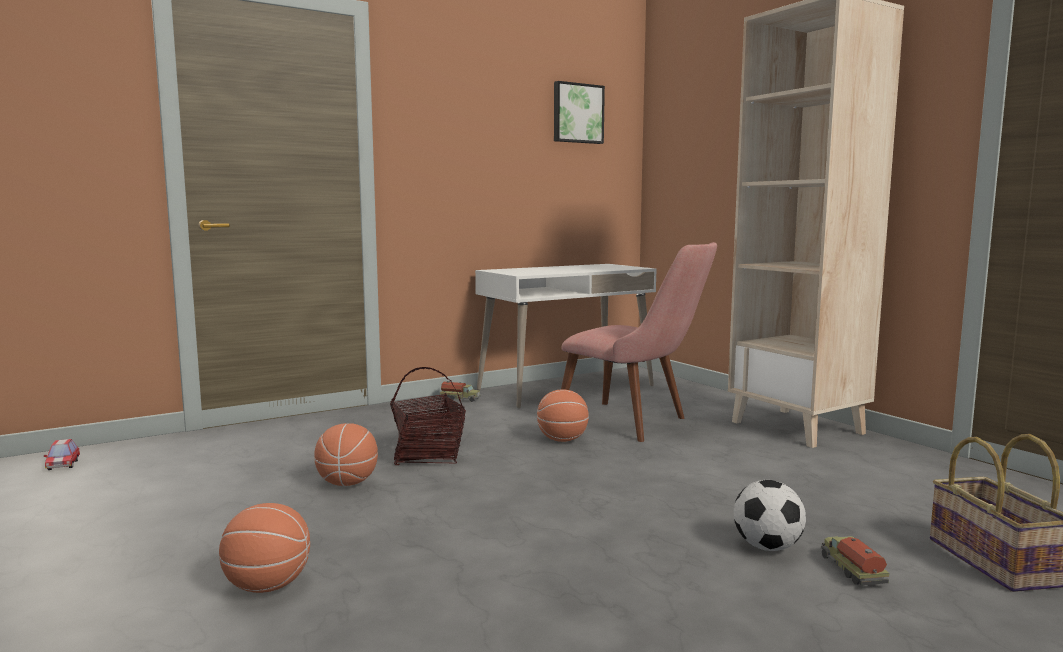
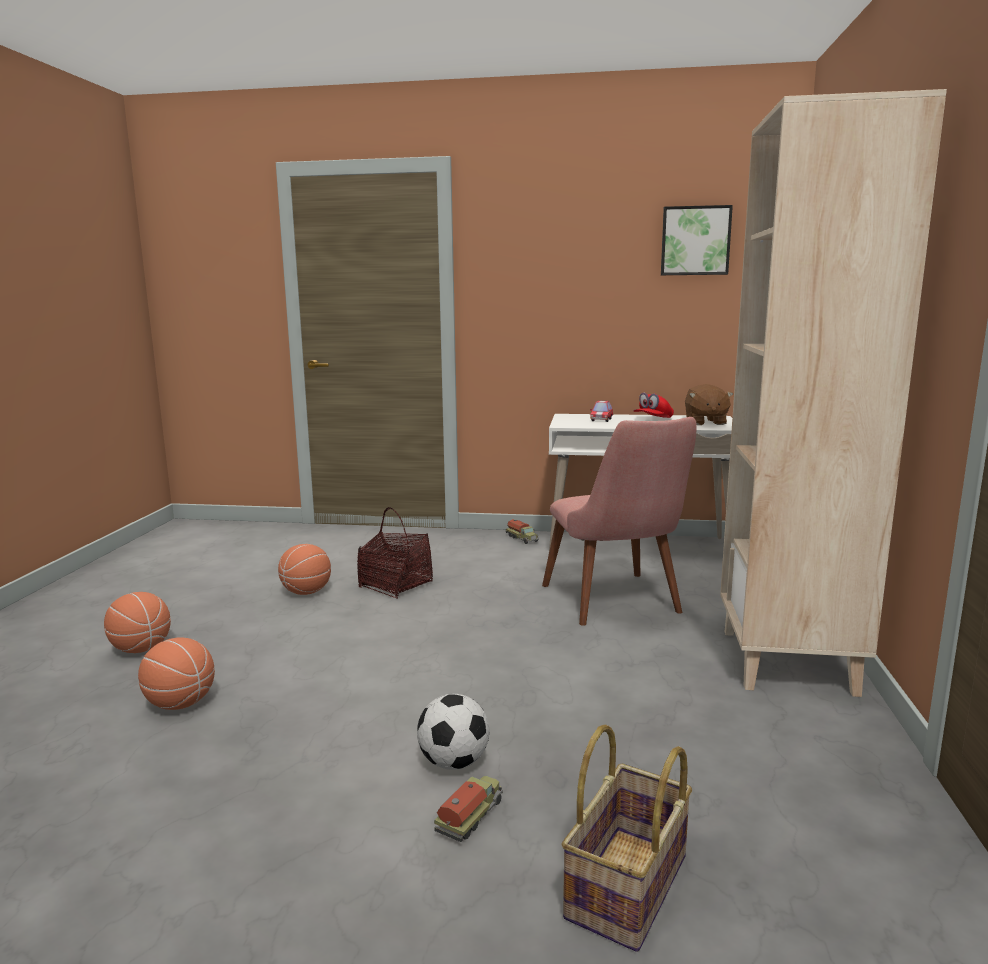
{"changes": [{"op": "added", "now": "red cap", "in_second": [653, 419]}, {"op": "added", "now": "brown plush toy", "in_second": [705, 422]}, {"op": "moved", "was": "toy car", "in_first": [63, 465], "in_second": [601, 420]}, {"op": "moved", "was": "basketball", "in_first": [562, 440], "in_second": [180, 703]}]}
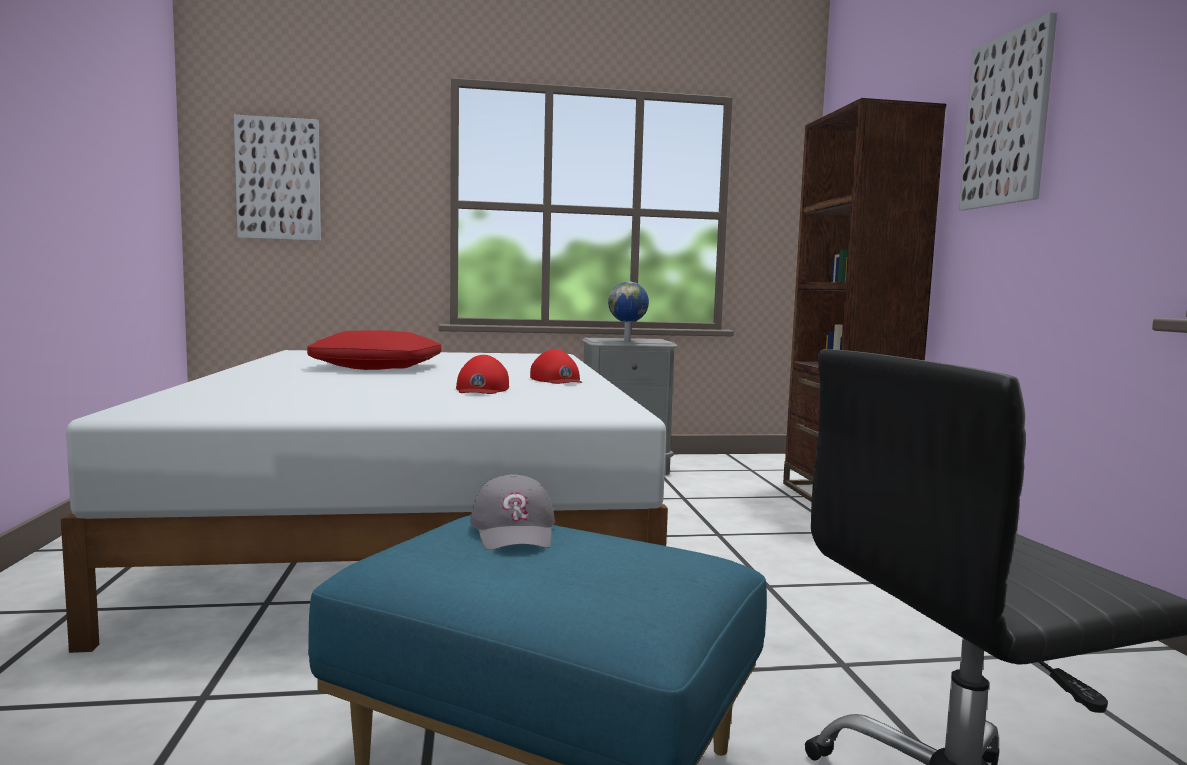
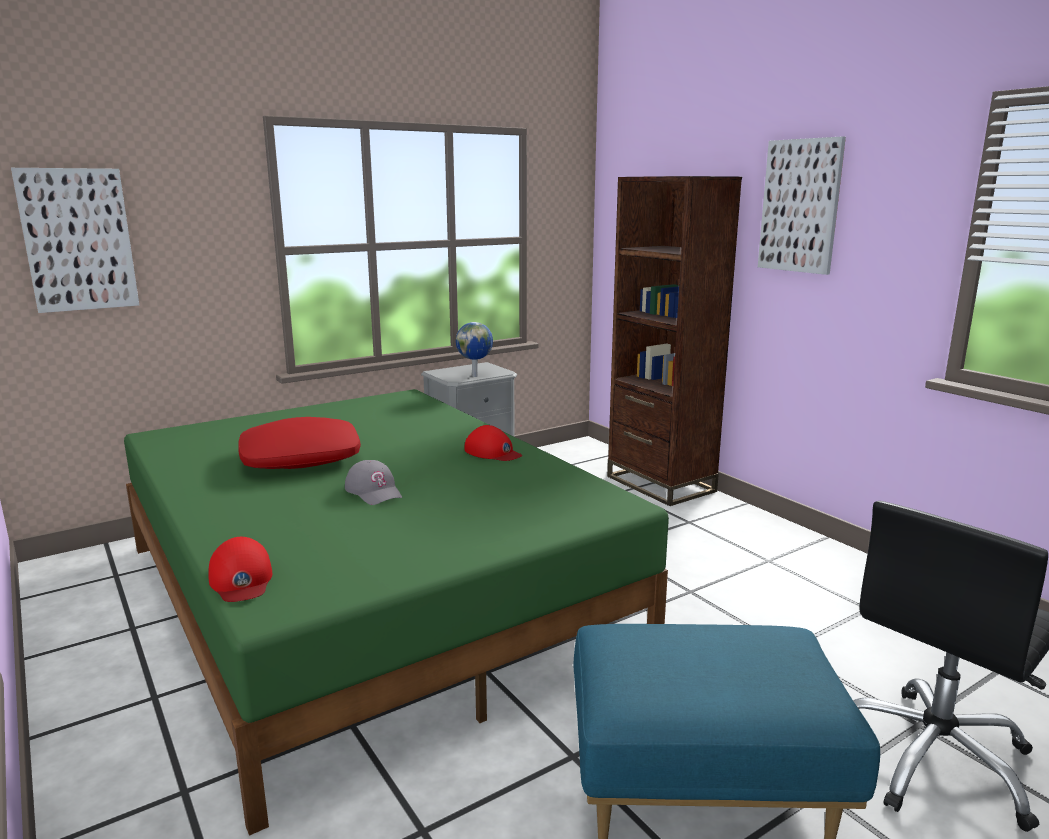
{"changes": [{"op": "moved", "was": "red cap", "in_first": [481, 389], "in_second": [241, 579]}, {"op": "moved", "was": "grey cap", "in_first": [514, 530], "in_second": [374, 491]}, {"op": "recoloured", "was": "white bed", "now": "green bed", "in_first": [416, 521], "in_second": [368, 594]}]}
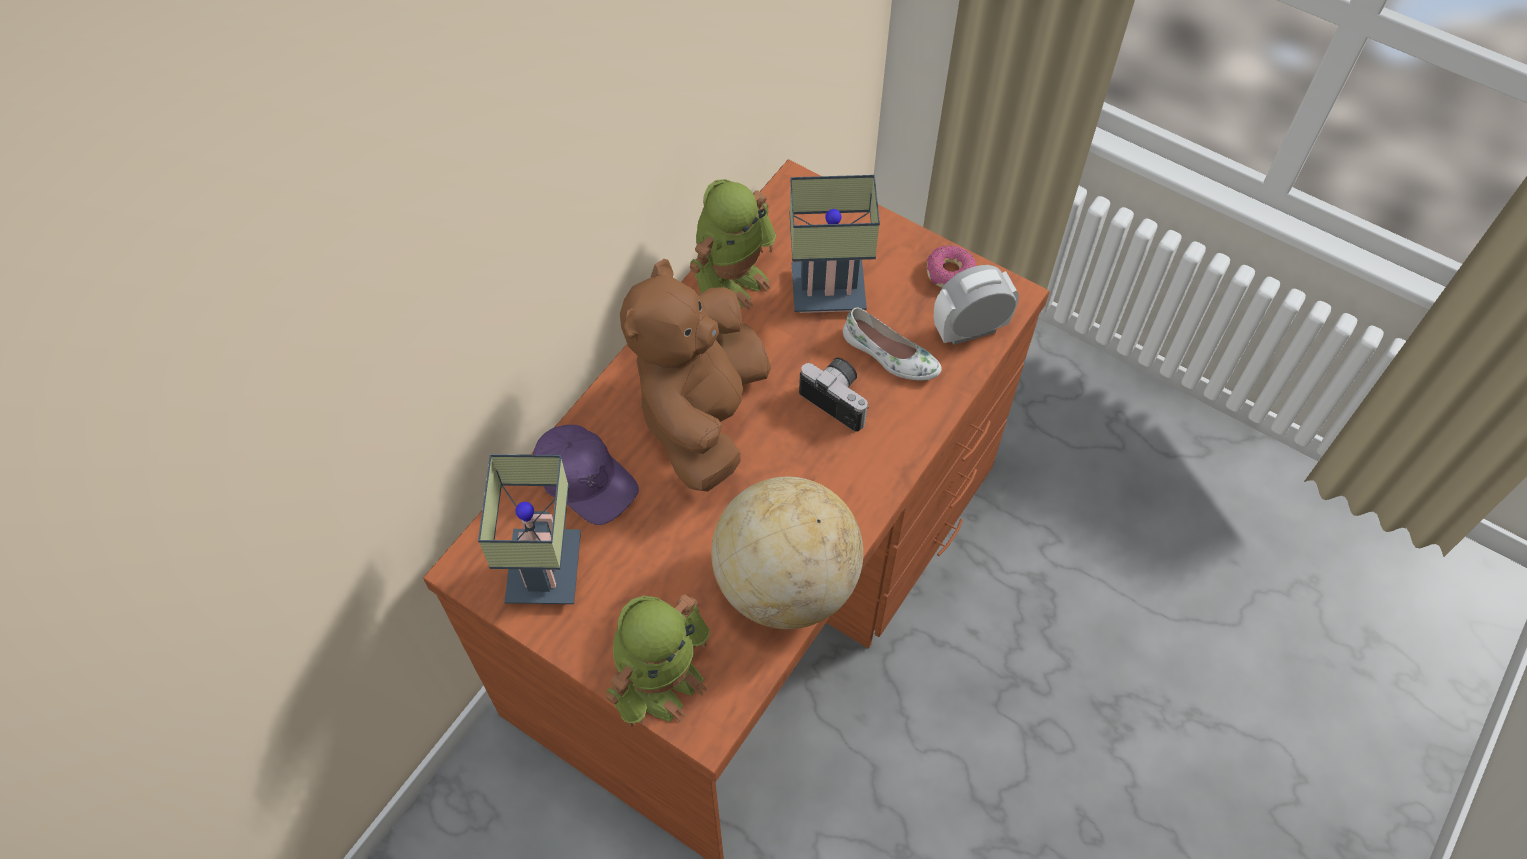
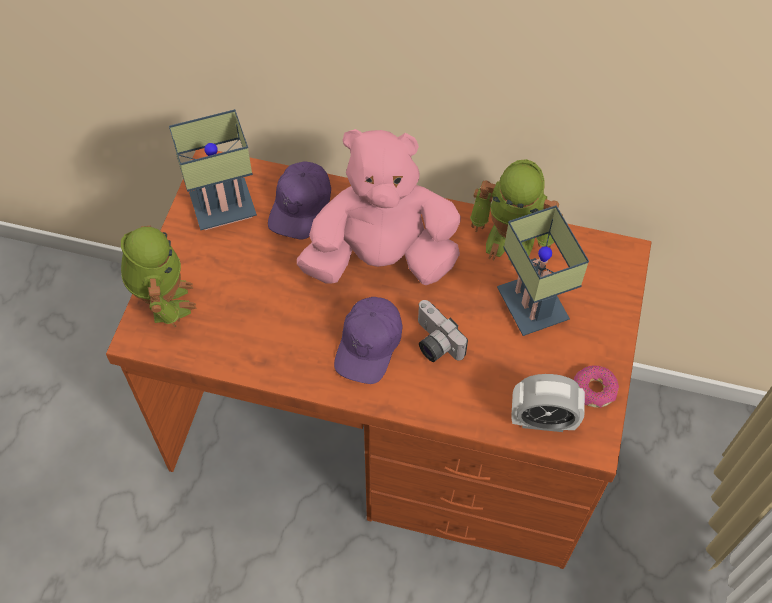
{"changes": [{"op": "removed", "was": "globe", "in_first": [786, 583]}, {"op": "removed", "was": "white shoe", "in_first": [890, 355]}, {"op": "added", "now": "purple cap", "in_second": [369, 345]}, {"op": "recoloured", "was": "brown plush toy", "now": "pink plush toy", "in_first": [702, 415], "in_second": [381, 258]}, {"op": "turned", "was": "toy robot", "in_first": [661, 680], "in_second": [163, 300], "clockwise": -120}, {"op": "turned", "was": "photo camera", "in_first": [839, 398], "in_second": [433, 343], "clockwise": 120}, {"op": "turned", "was": "alarm clock", "in_first": [970, 330], "in_second": [542, 420], "clockwise": 135}]}
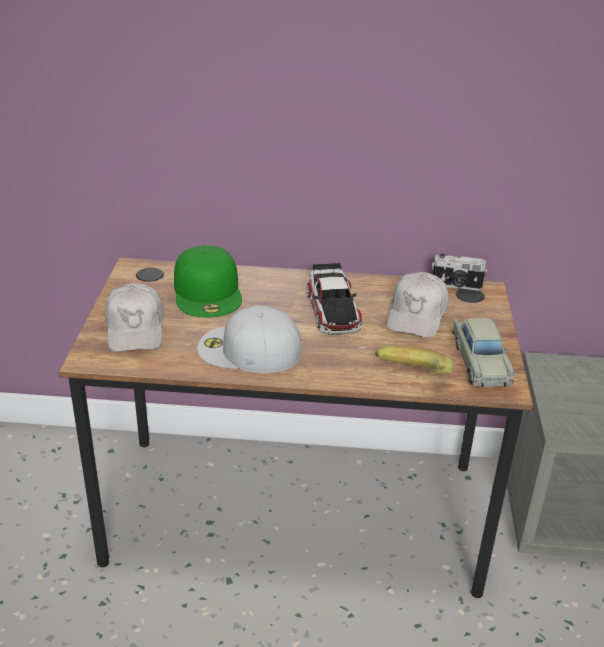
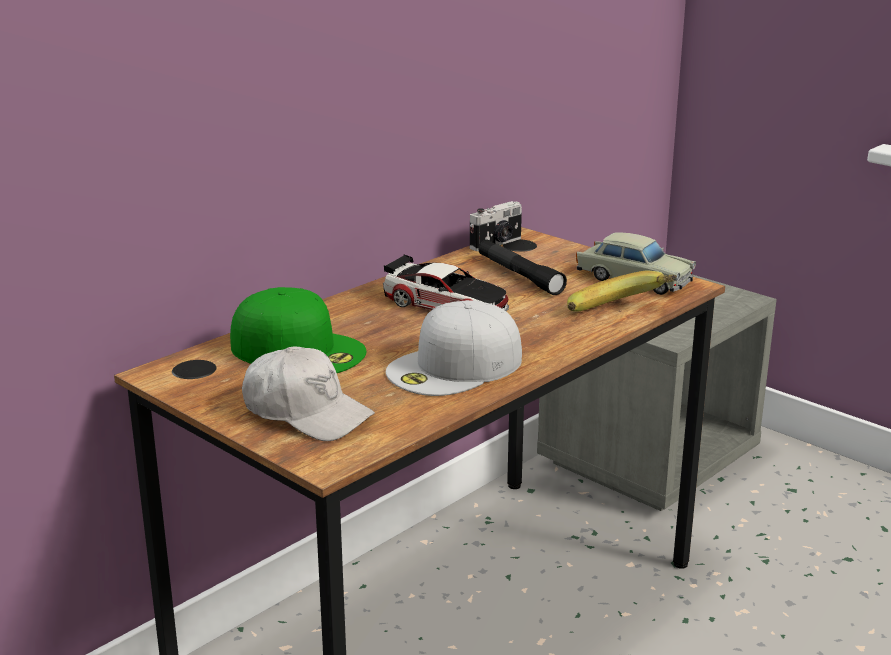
{"changes": [{"op": "replaced", "was": "white cap", "now": "black flashlight", "in_first": [417, 315], "in_second": [519, 275]}]}
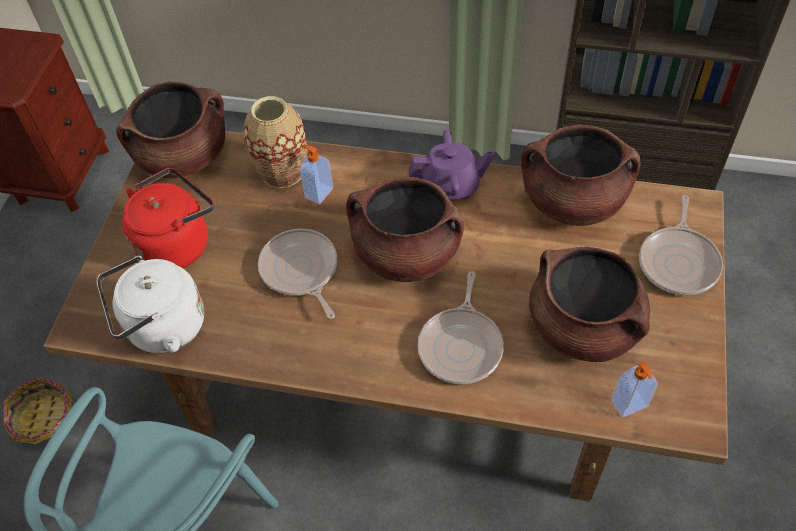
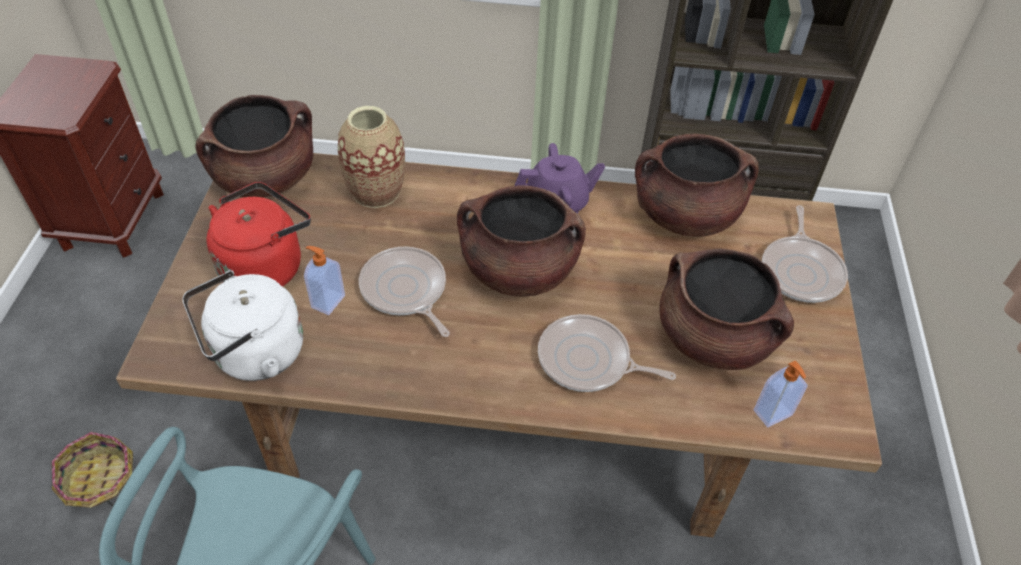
{"changes": [{"op": "moved", "was": "soap dispenser", "in_first": [318, 192], "in_second": [327, 301]}, {"op": "turned", "was": "frying pan", "in_first": [461, 345], "in_second": [588, 361], "clockwise": 105}]}
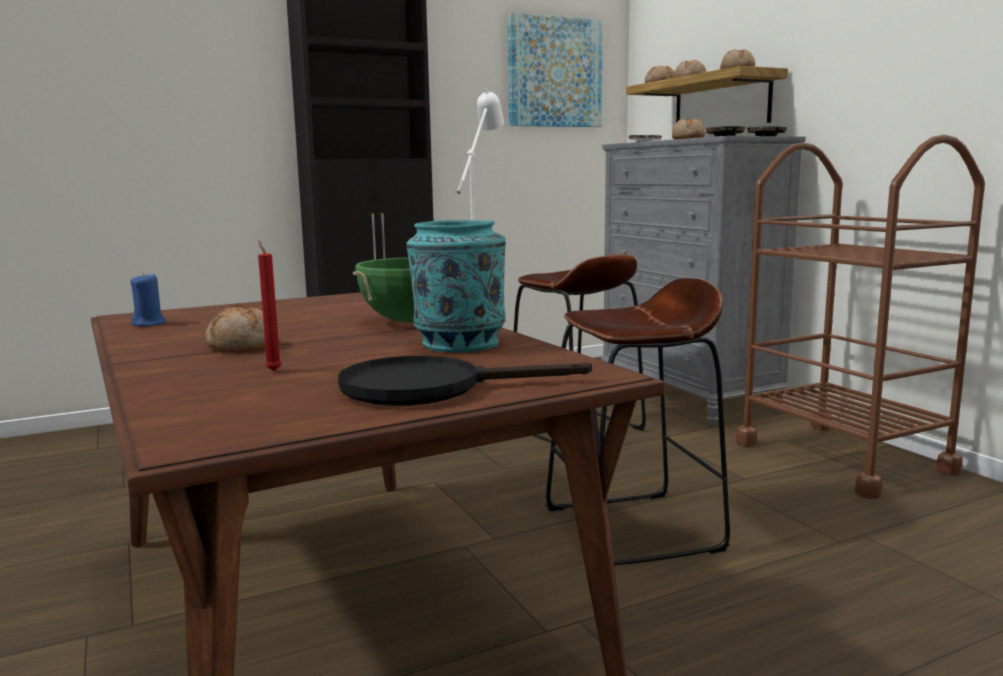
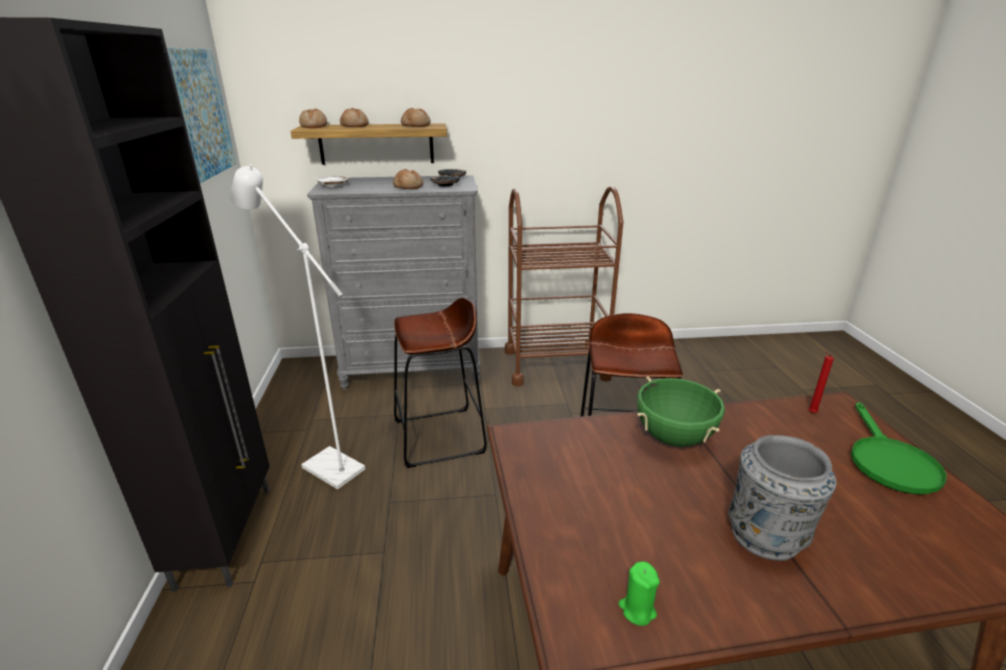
{"changes": [{"op": "removed", "was": "turquoise vase", "in_first": [458, 344]}, {"op": "moved", "was": "red candle", "in_first": [273, 370], "in_second": [811, 413]}, {"op": "replaced", "was": "bread", "now": "grey vase", "in_first": [243, 346], "in_second": [767, 535]}, {"op": "recoloured", "was": "blue candle", "now": "green candle", "in_first": [149, 324], "in_second": [637, 610]}, {"op": "recoloured", "was": "black frying pan", "now": "green frying pan", "in_first": [431, 388], "in_second": [888, 461]}]}
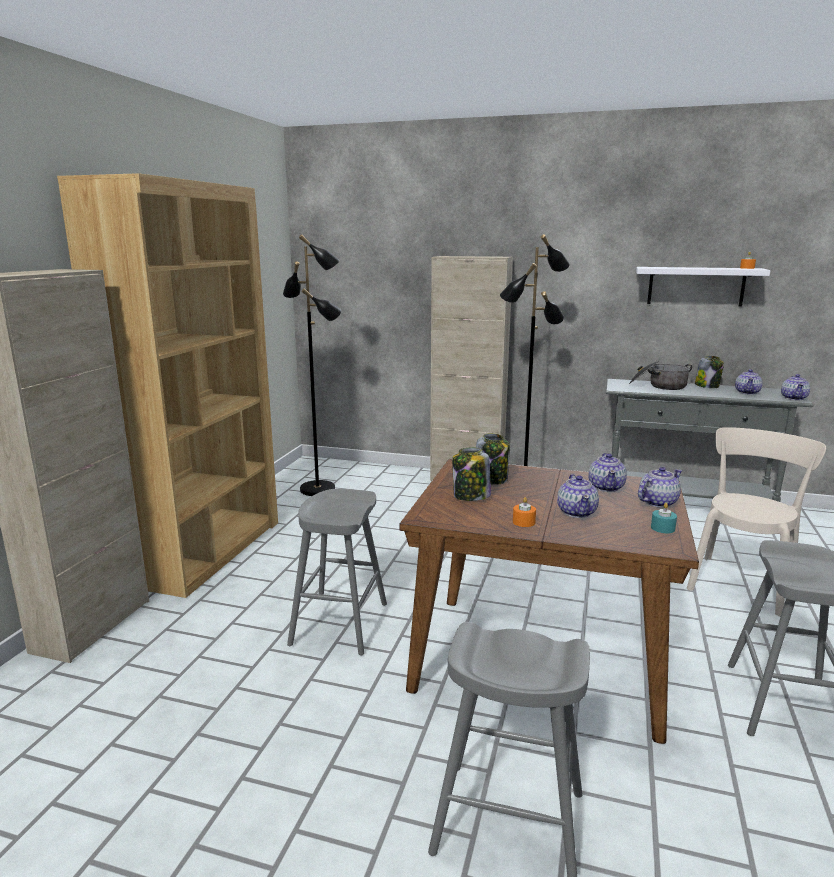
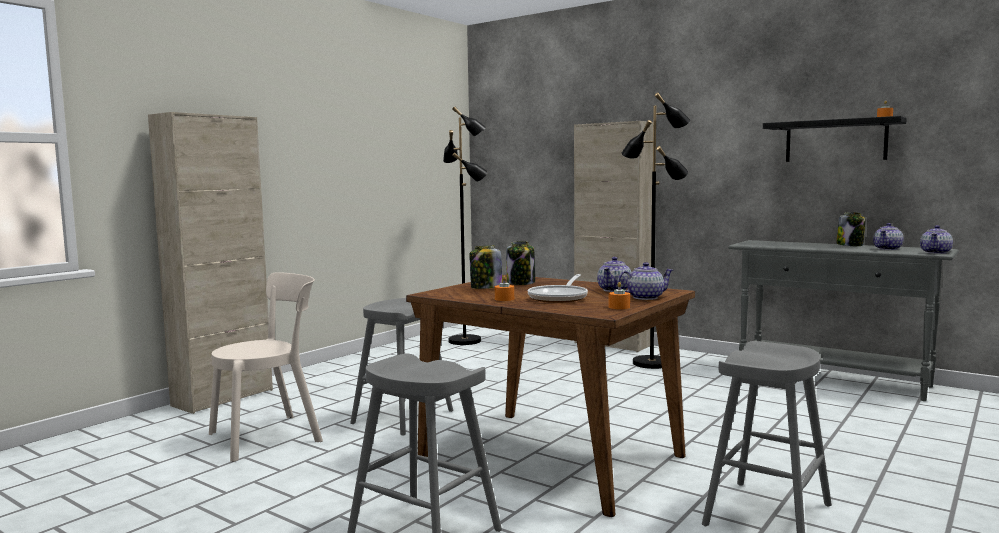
{"changes": [{"op": "removed", "was": "brown bookcase", "in_first": [207, 551]}, {"op": "removed", "was": "cooking pot", "in_first": [658, 386]}, {"op": "moved", "was": "beige chair", "in_first": [742, 582], "in_second": [271, 436]}, {"op": "replaced", "was": "teapot", "now": "frying pan", "in_first": [577, 512], "in_second": [560, 298]}, {"op": "recoloured", "was": "white shelf", "now": "black shelf", "in_first": [695, 286], "in_second": [835, 141]}, {"op": "recoloured", "was": "turquoise candle", "now": "orange candle", "in_first": [662, 528], "in_second": [619, 307]}]}
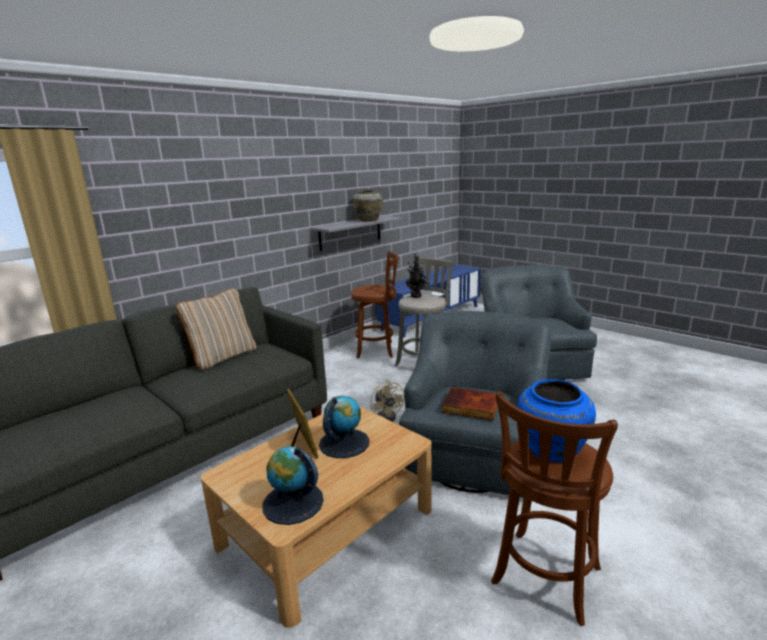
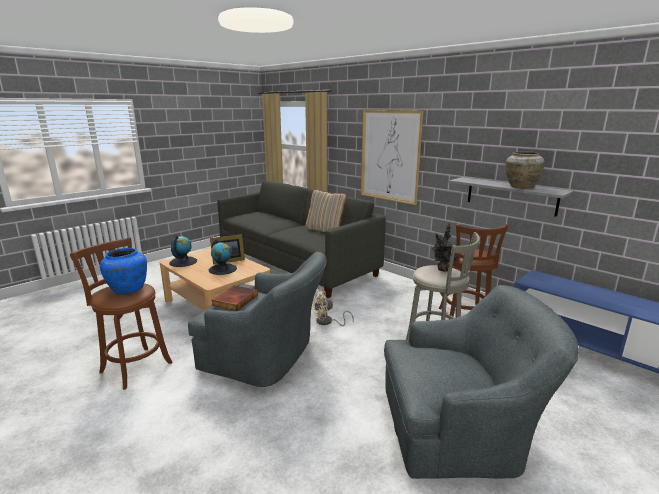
{"changes": [{"op": "added", "now": "picture", "in_second": [390, 156]}]}
